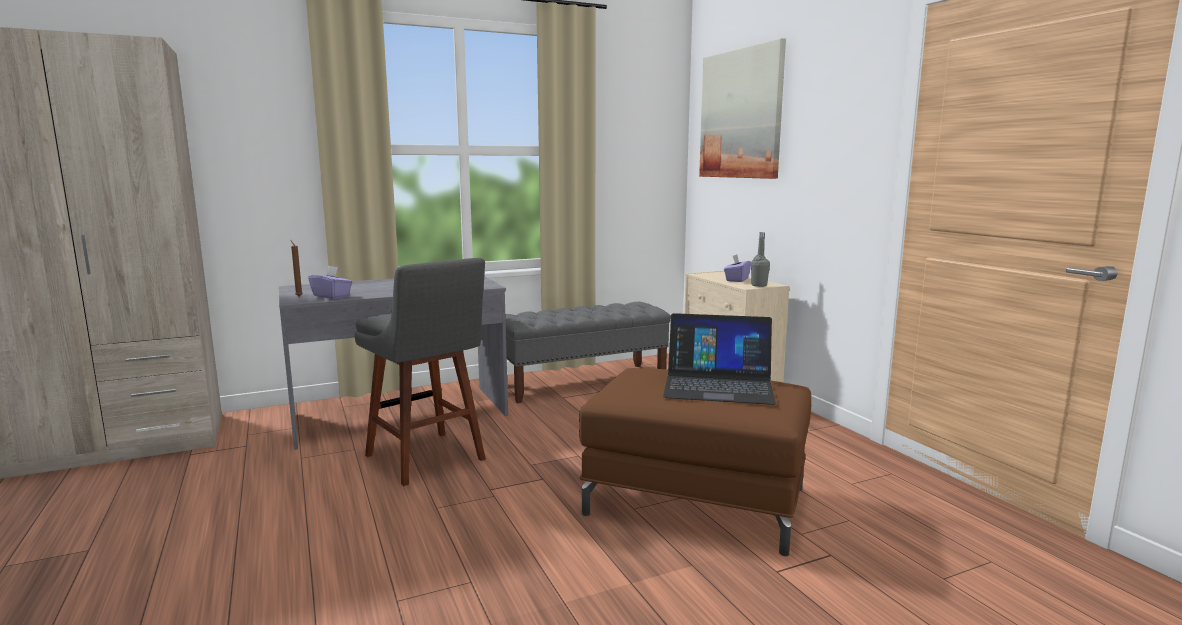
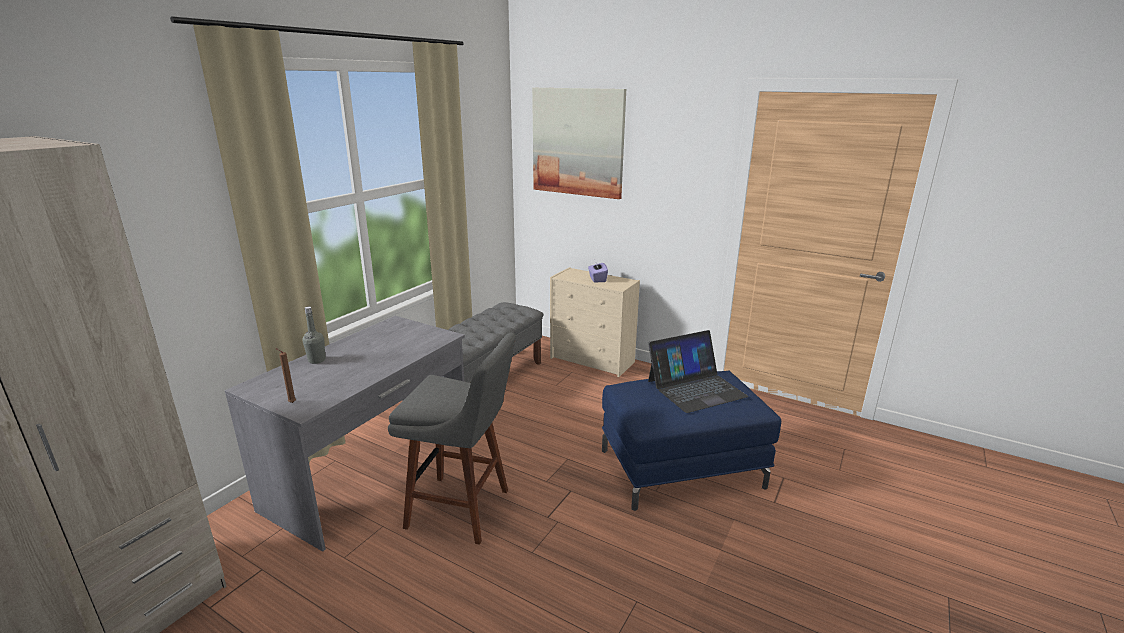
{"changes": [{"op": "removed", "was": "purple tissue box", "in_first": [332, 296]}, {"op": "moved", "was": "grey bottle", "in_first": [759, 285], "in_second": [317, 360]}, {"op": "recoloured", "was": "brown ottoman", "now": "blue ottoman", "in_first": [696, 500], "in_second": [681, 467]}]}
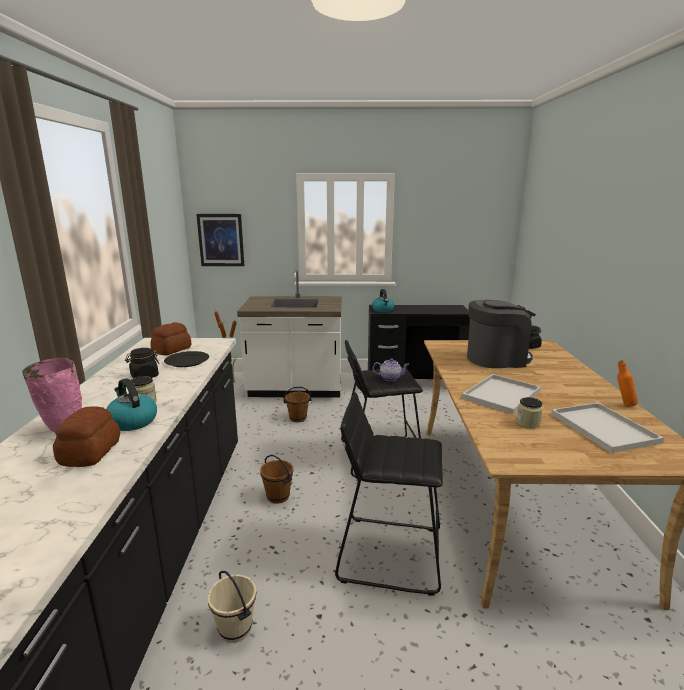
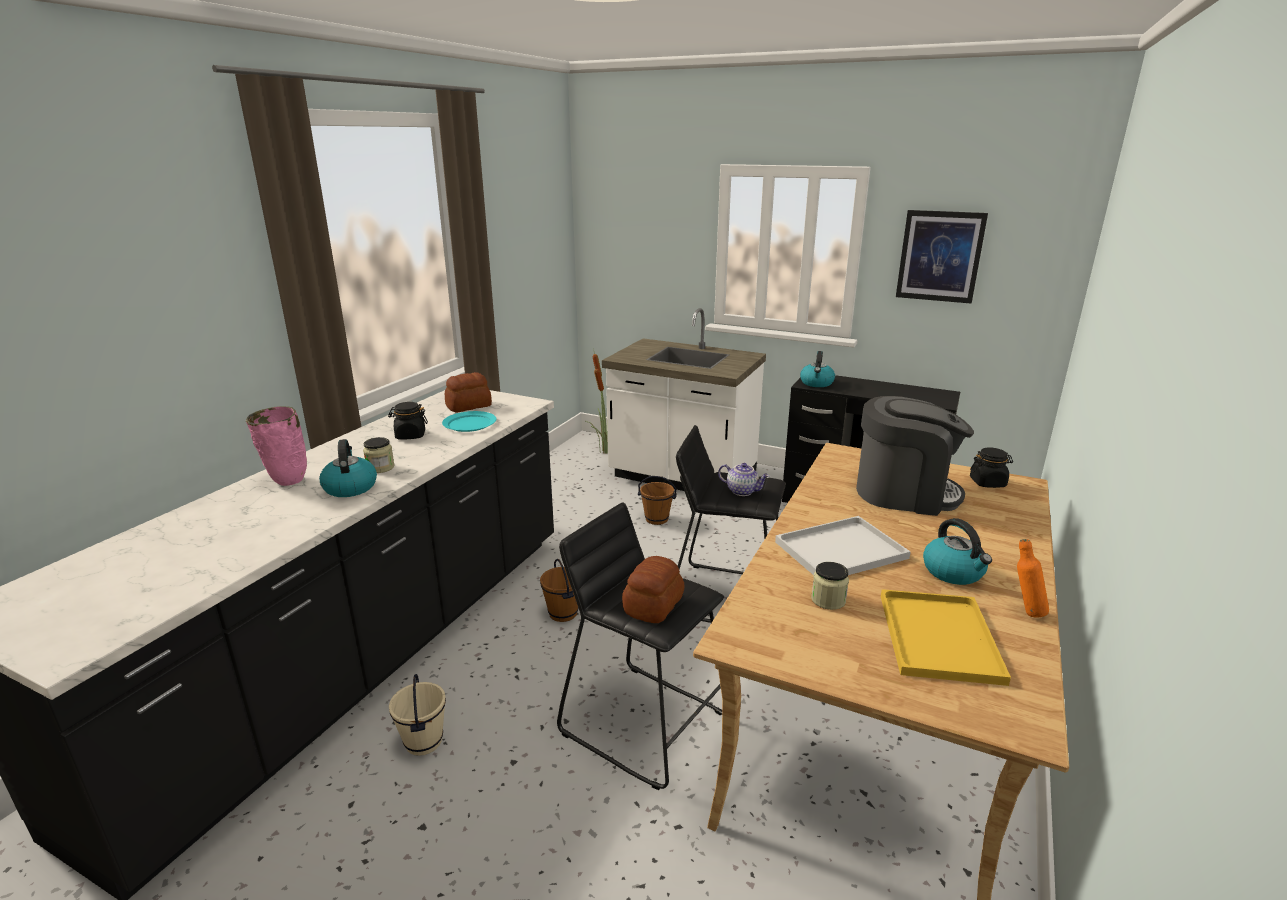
{"changes": [{"op": "added", "now": "kettle", "in_second": [954, 572]}, {"op": "moved", "was": "bread", "in_first": [91, 452], "in_second": [654, 605]}, {"op": "moved", "was": "picture", "in_first": [221, 240], "in_second": [940, 256]}, {"op": "recoloured", "was": "black plate", "now": "turquoise plate", "in_first": [187, 361], "in_second": [469, 424]}, {"op": "recoloured", "was": "white tray", "now": "yellow tray", "in_first": [601, 427], "in_second": [936, 635]}]}
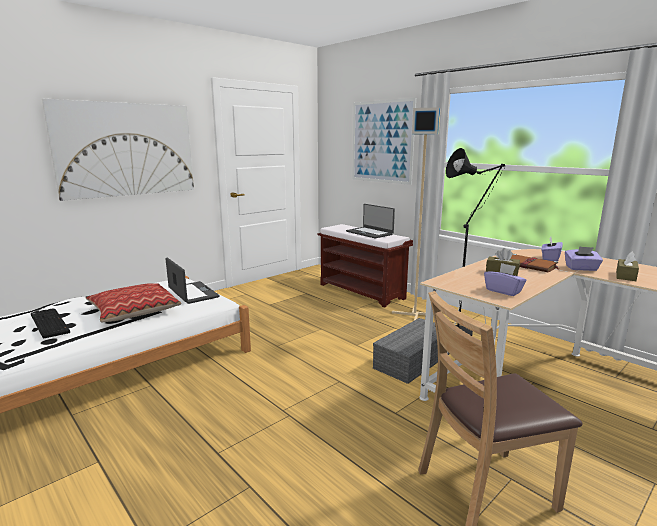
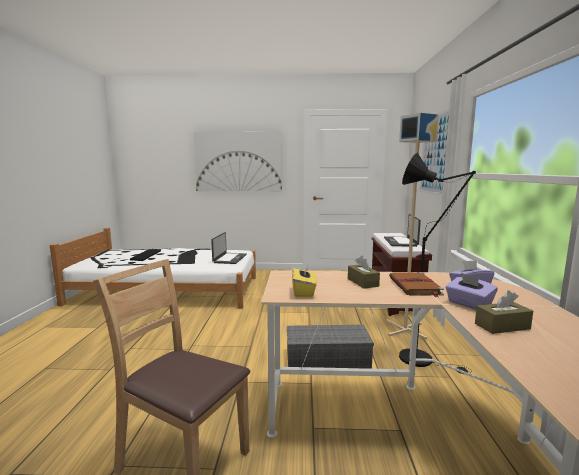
{"changes": [{"op": "removed", "was": "pillow", "in_first": [134, 311]}, {"op": "recoloured", "was": "purple tissue box", "now": "yellow tissue box", "in_first": [503, 291], "in_second": [304, 292]}]}
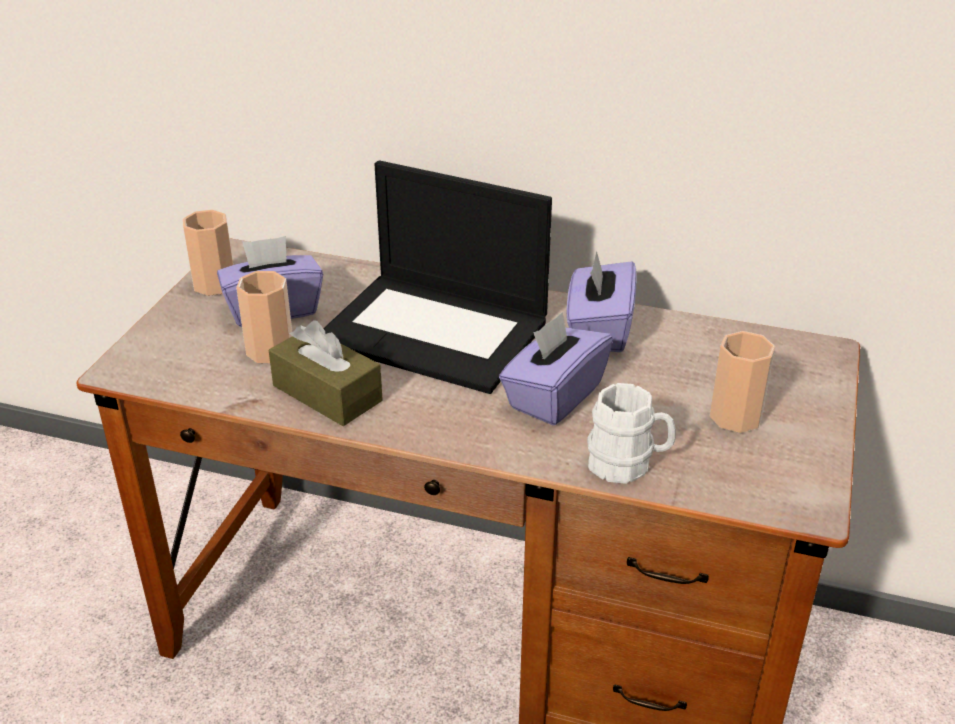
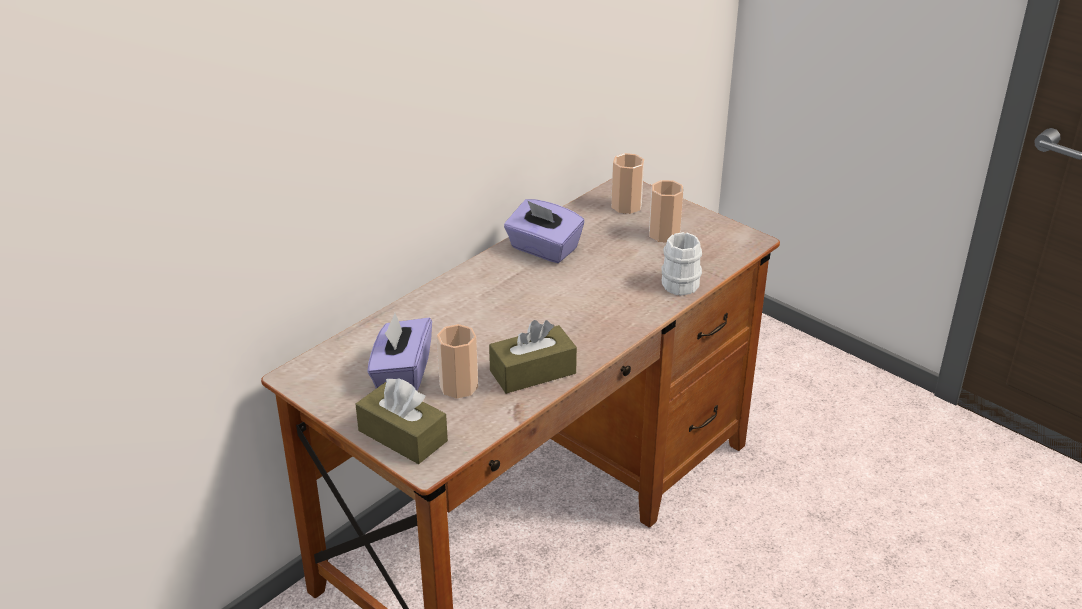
{"changes": [{"op": "removed", "was": "laptop", "in_first": [436, 331]}, {"op": "removed", "was": "purple tissue box", "in_first": [554, 396]}, {"op": "added", "now": "brown tissue box", "in_second": [402, 436]}, {"op": "moved", "was": "cup", "in_first": [214, 284], "in_second": [626, 206]}]}
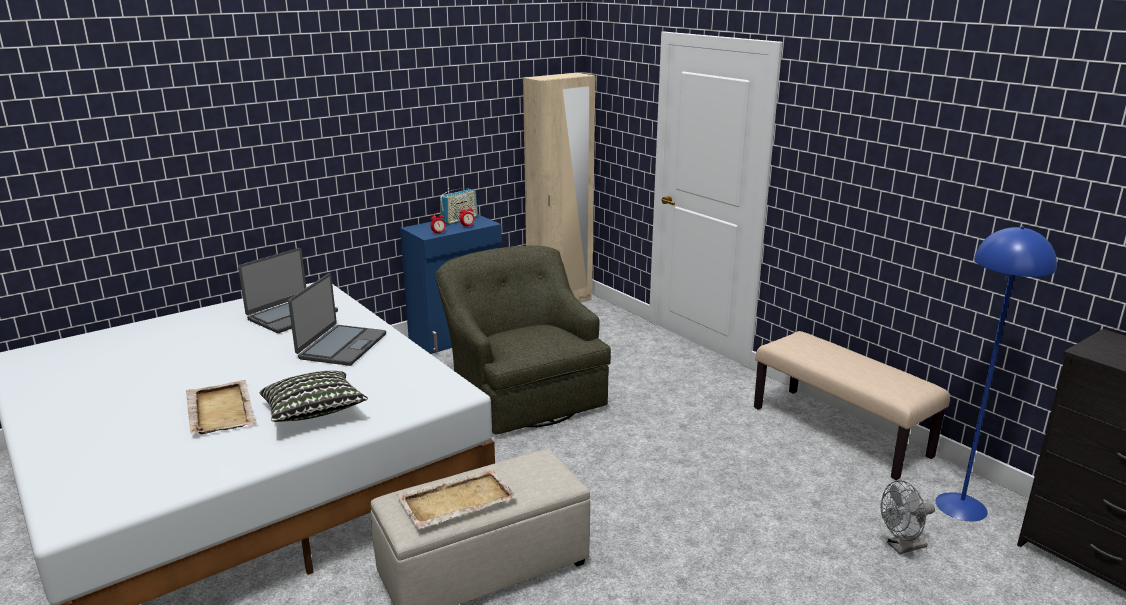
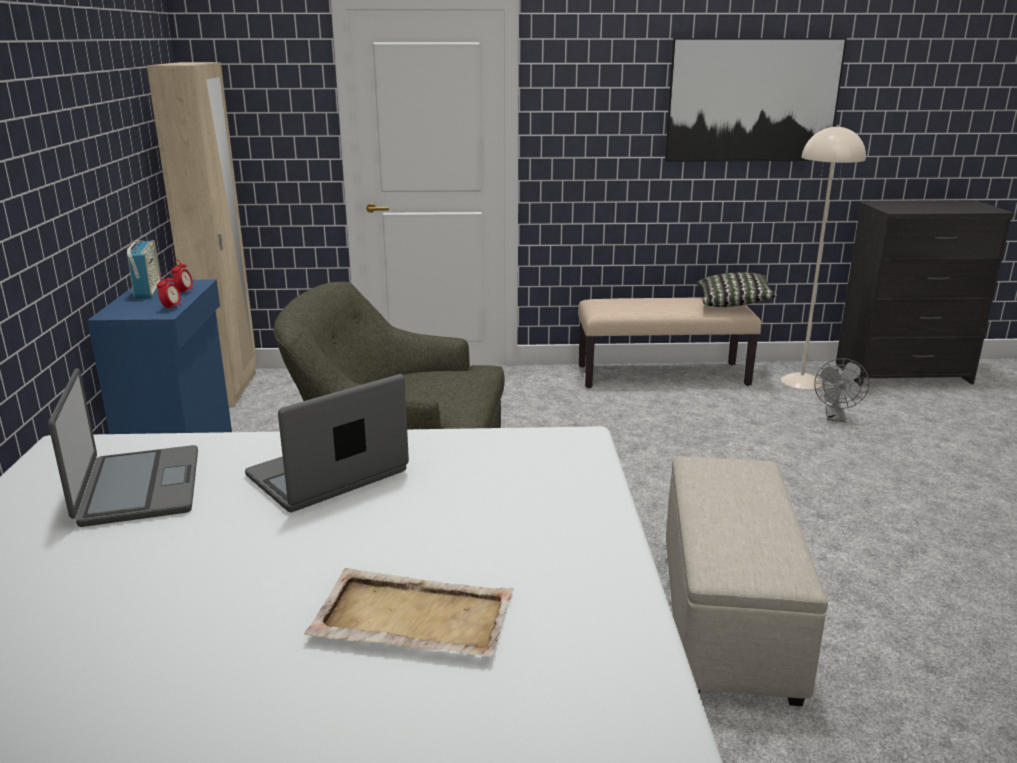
{"changes": [{"op": "removed", "was": "beige tray", "in_first": [456, 501]}, {"op": "added", "now": "picture", "in_second": [753, 101]}, {"op": "moved", "was": "pillow", "in_first": [313, 413], "in_second": [733, 304]}, {"op": "recoloured", "was": "blue floor lamp", "now": "beige floor lamp", "in_first": [961, 506], "in_second": [802, 381]}, {"op": "turned", "was": "laptop", "in_first": [341, 346], "in_second": [328, 475], "clockwise": -90}]}
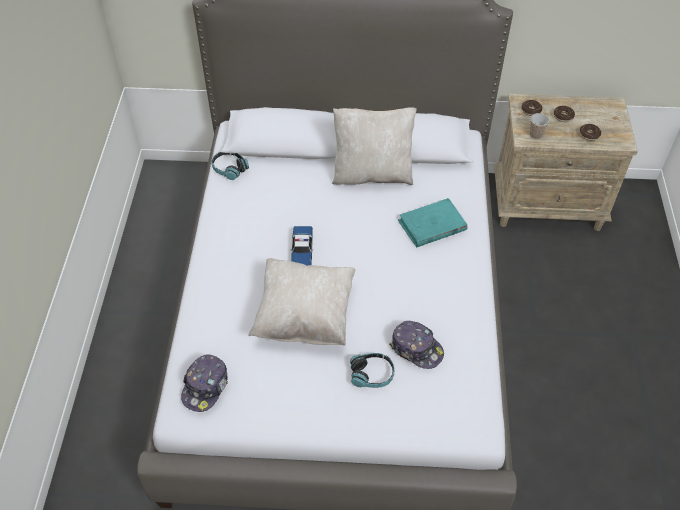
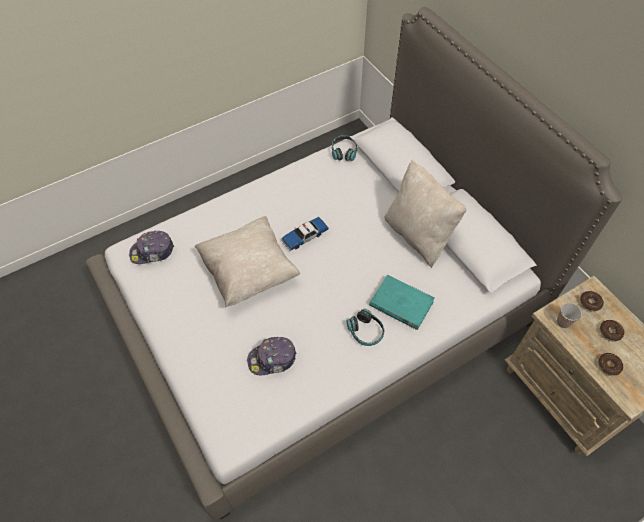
{"changes": [{"op": "moved", "was": "headphones", "in_first": [372, 374], "in_second": [365, 331]}, {"op": "turned", "was": "cap", "in_first": [416, 348], "in_second": [272, 359], "clockwise": 75}]}
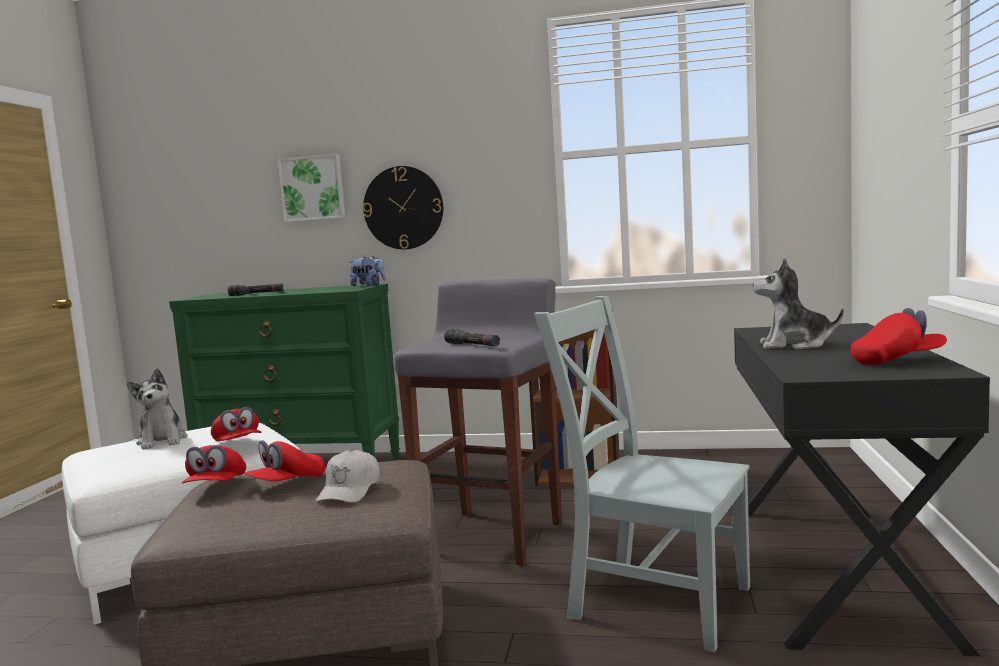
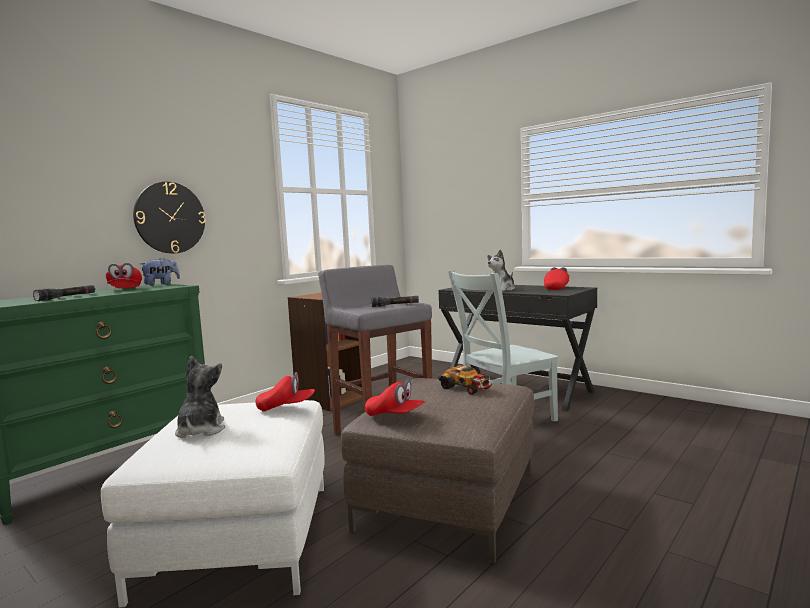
{"changes": [{"op": "removed", "was": "picture", "in_first": [313, 188]}, {"op": "moved", "was": "red cap", "in_first": [287, 484], "in_second": [125, 289]}, {"op": "replaced", "was": "white cap", "now": "toy car", "in_first": [350, 490], "in_second": [466, 388]}, {"op": "turned", "was": "plush toy", "in_first": [162, 441], "in_second": [200, 430], "clockwise": -105}]}
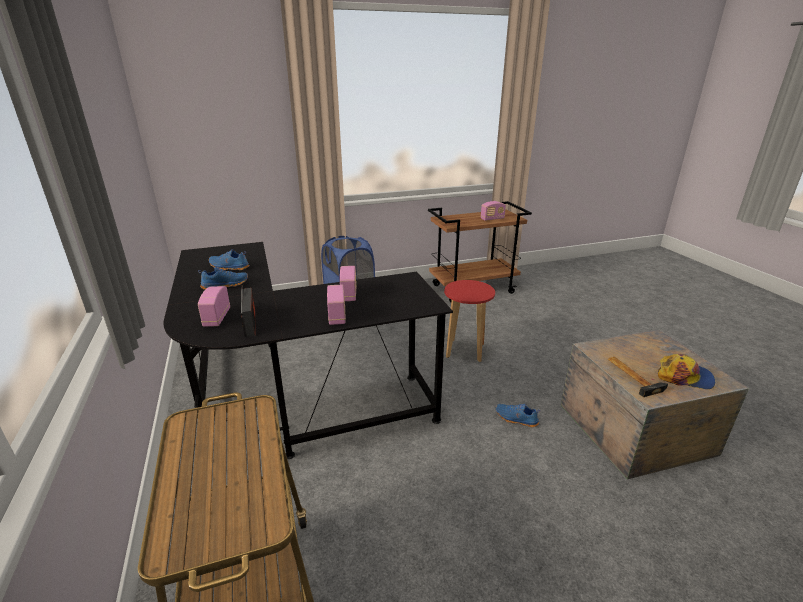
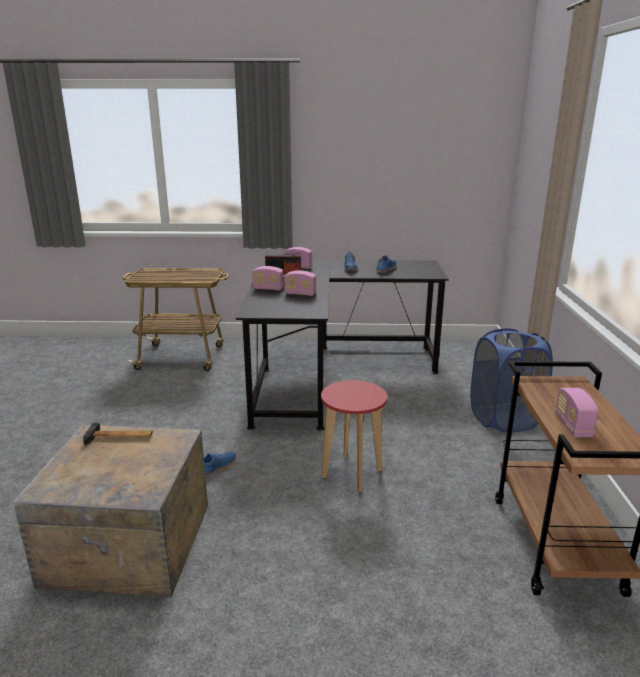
{"changes": [{"op": "removed", "was": "cap", "in_first": [684, 377]}]}
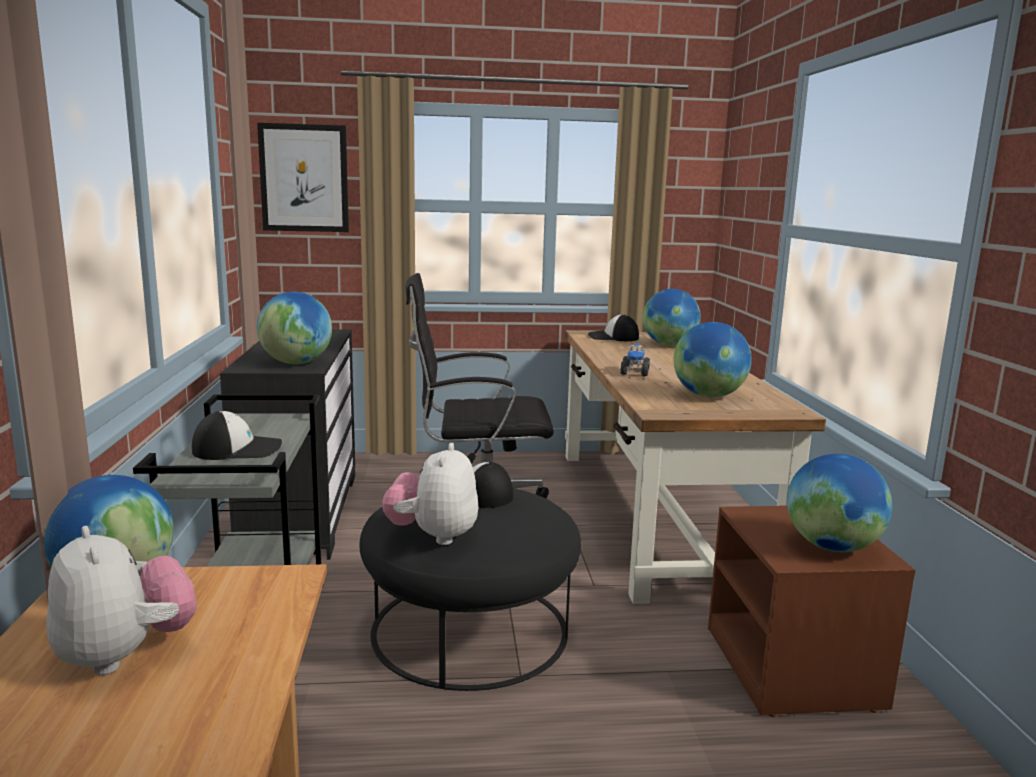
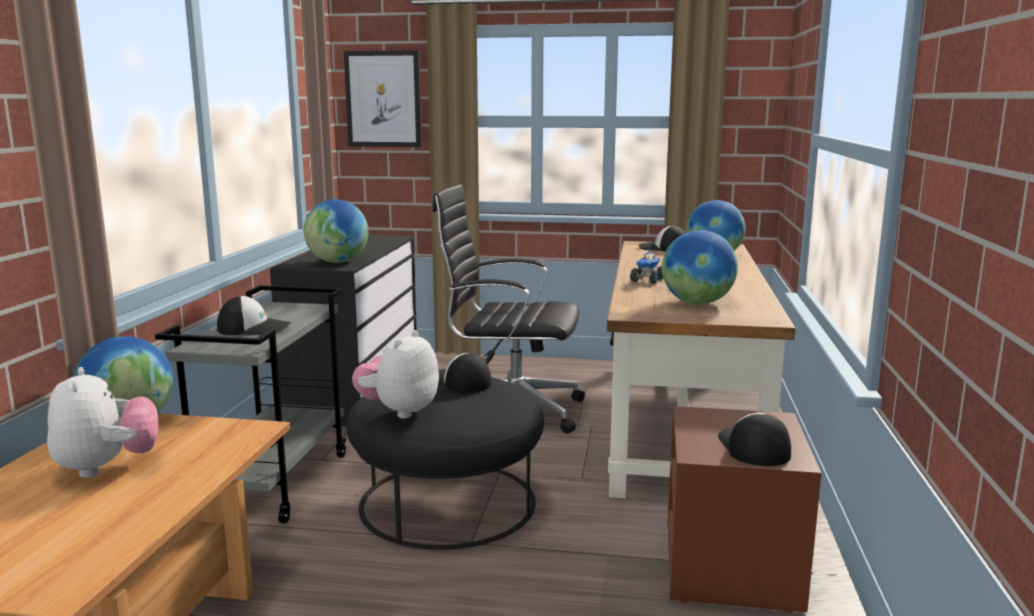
{"changes": [{"op": "replaced", "was": "globe", "now": "cap", "in_first": [832, 547], "in_second": [753, 447]}]}
